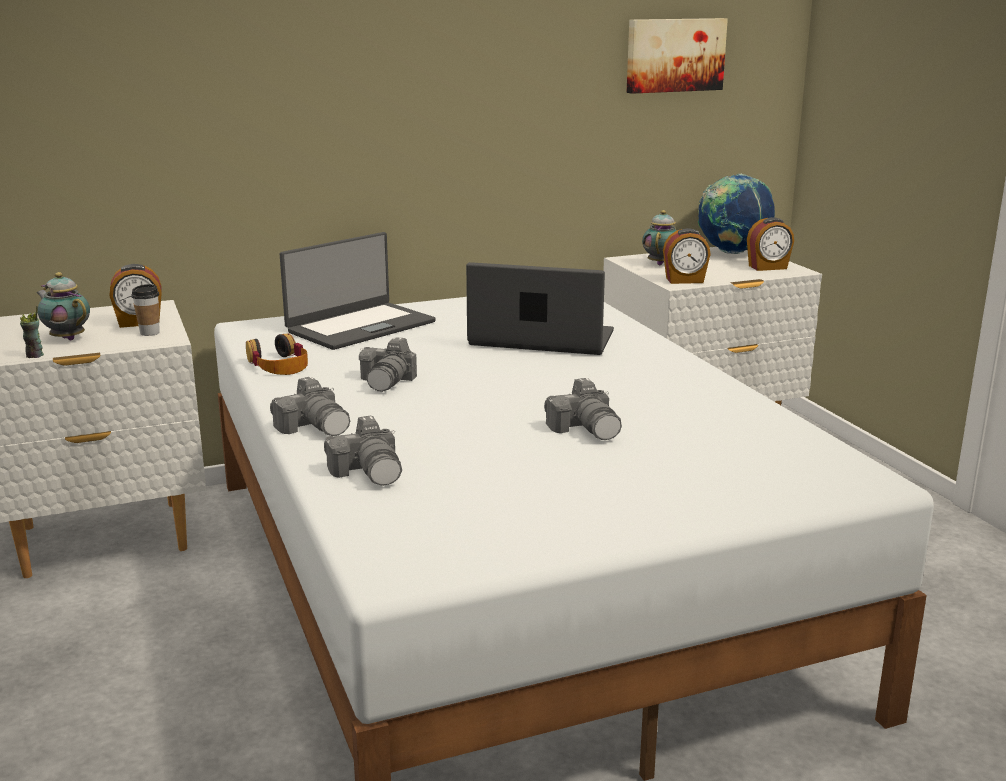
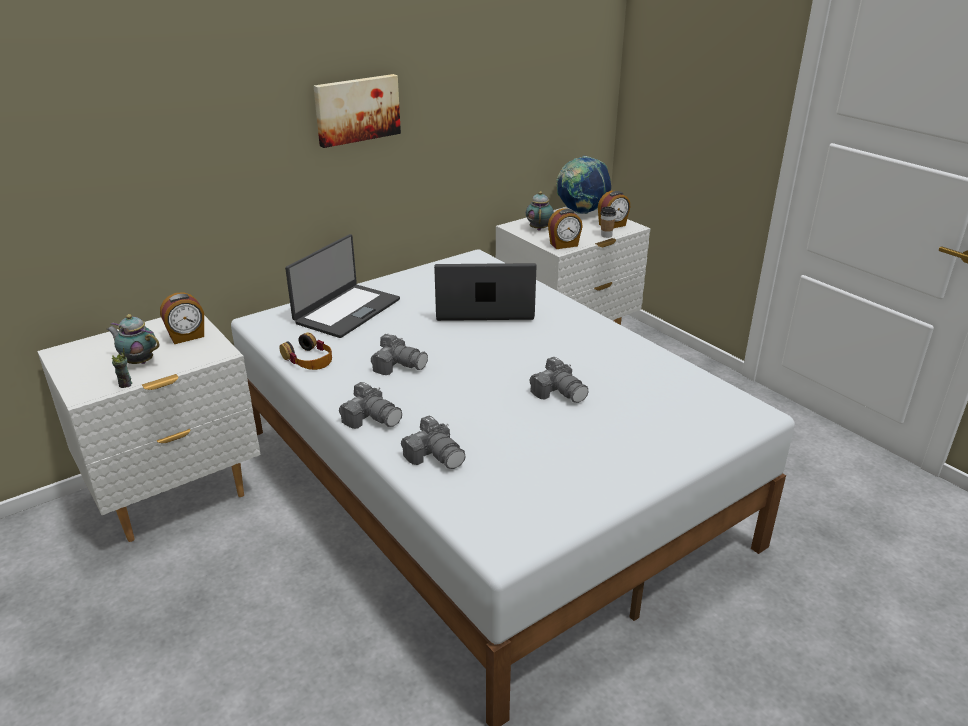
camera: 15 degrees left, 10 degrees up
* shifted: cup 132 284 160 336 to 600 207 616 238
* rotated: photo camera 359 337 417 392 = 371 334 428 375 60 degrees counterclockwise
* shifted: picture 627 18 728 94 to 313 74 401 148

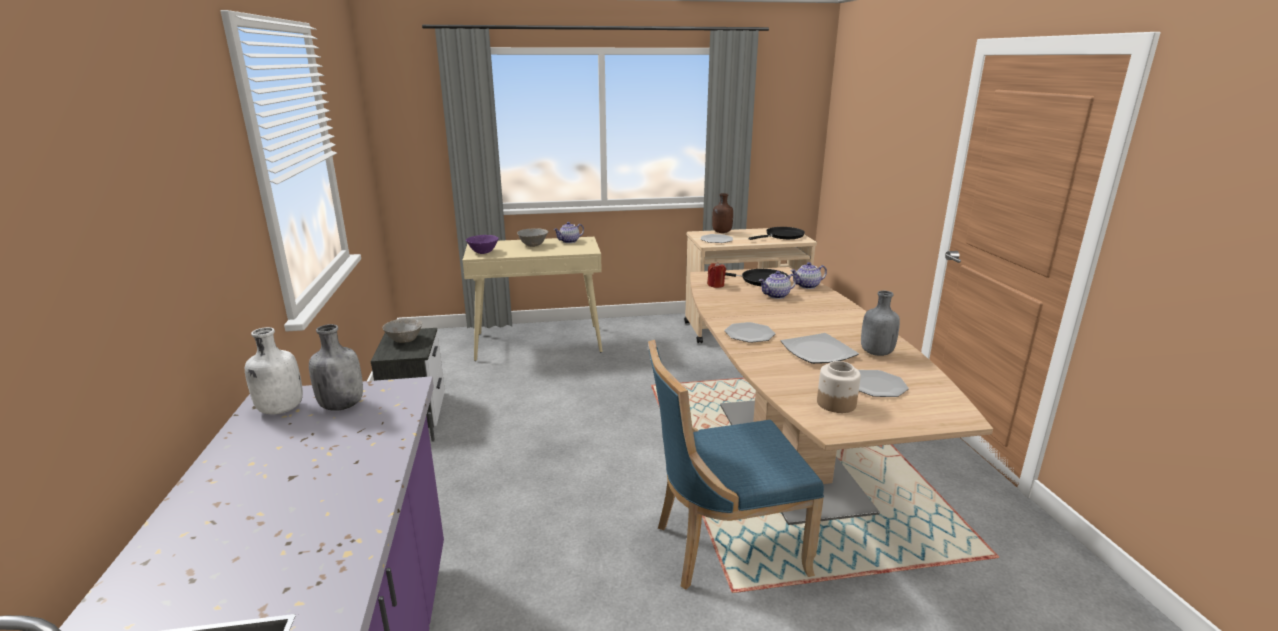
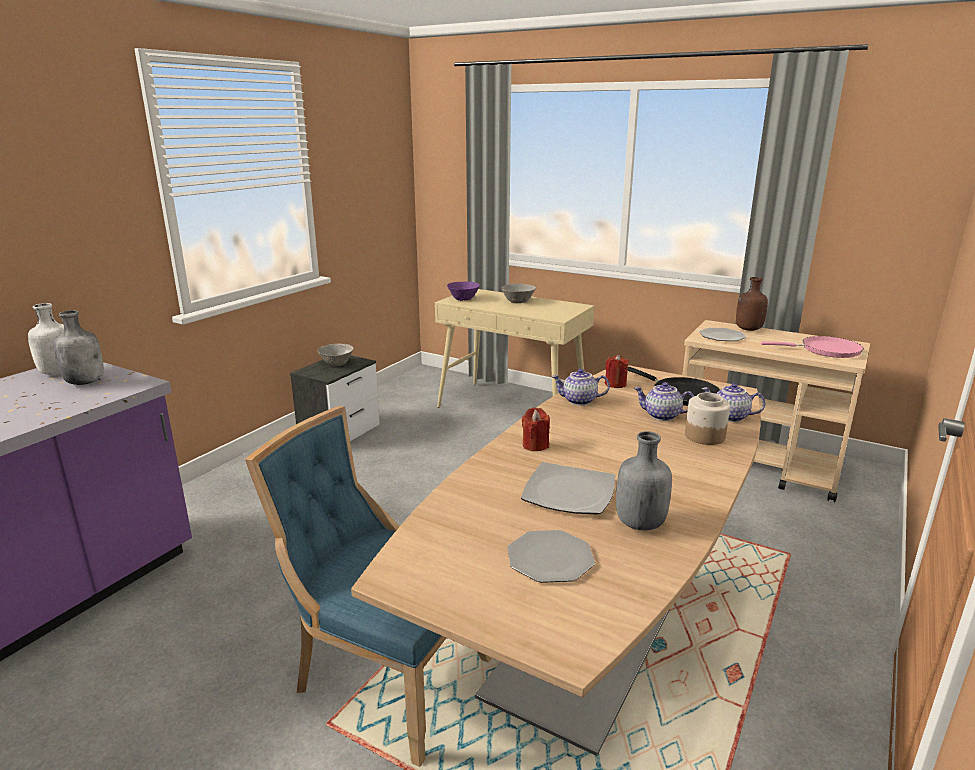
camera: 40 degrees right, 0 degrees up
* shifted: teapot 553 222 584 243 to 552 369 610 406
* swapped: plate 724 322 775 343 to red candle 522 407 550 451
* repainted: black frying pan 749 227 805 240 to pink frying pan 761 336 864 358
* shifted: jar 817 361 861 413 to 685 392 730 445

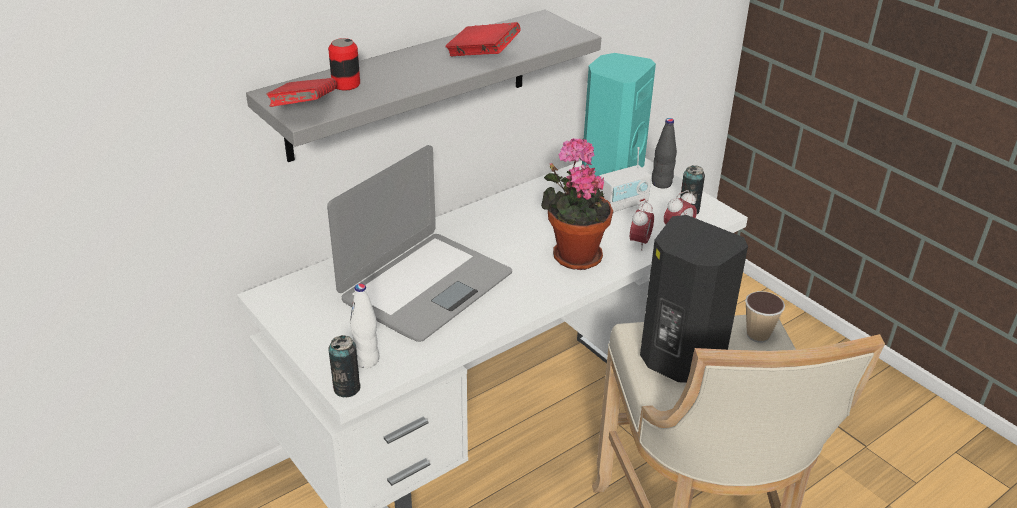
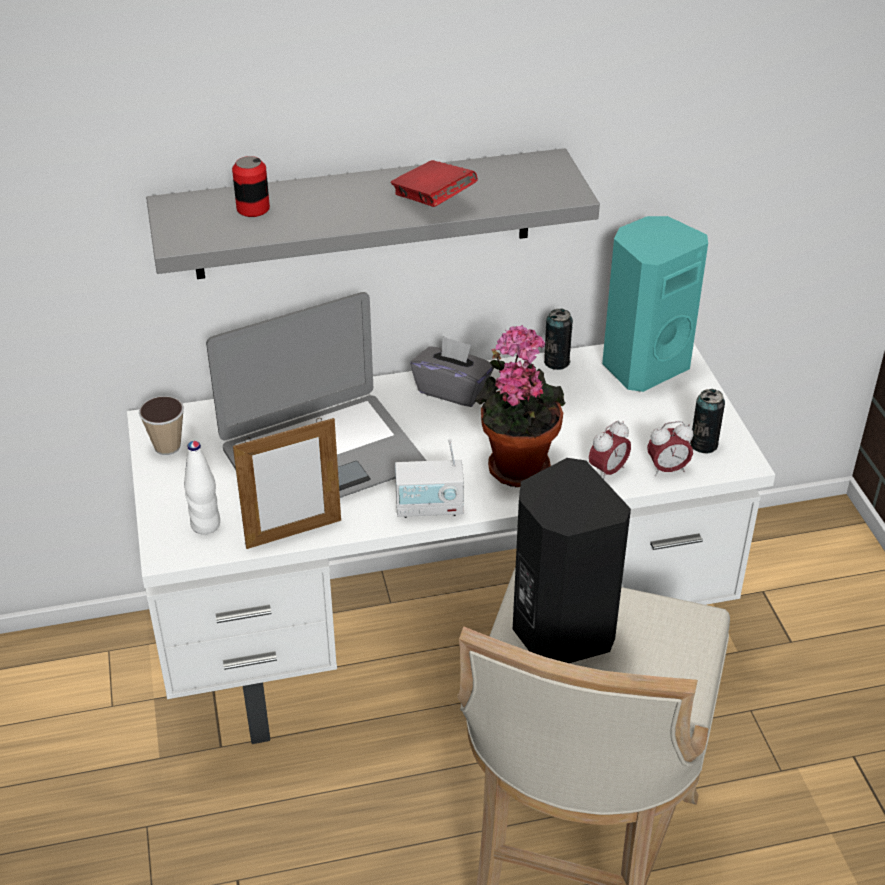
camera: 25 degrees right, 5 degrees up
* gone: red book 266 78 337 107
* shifted: can 328 335 361 397 to 544 309 573 370
* shifted: radio 599 147 652 213 to 395 439 464 518
* gone: black bottle 652 118 677 188
* shifted: cup 745 291 785 343 to 138 396 184 455
* new: picture frame 233 418 341 549
* new: grey tissue box 410 336 494 407

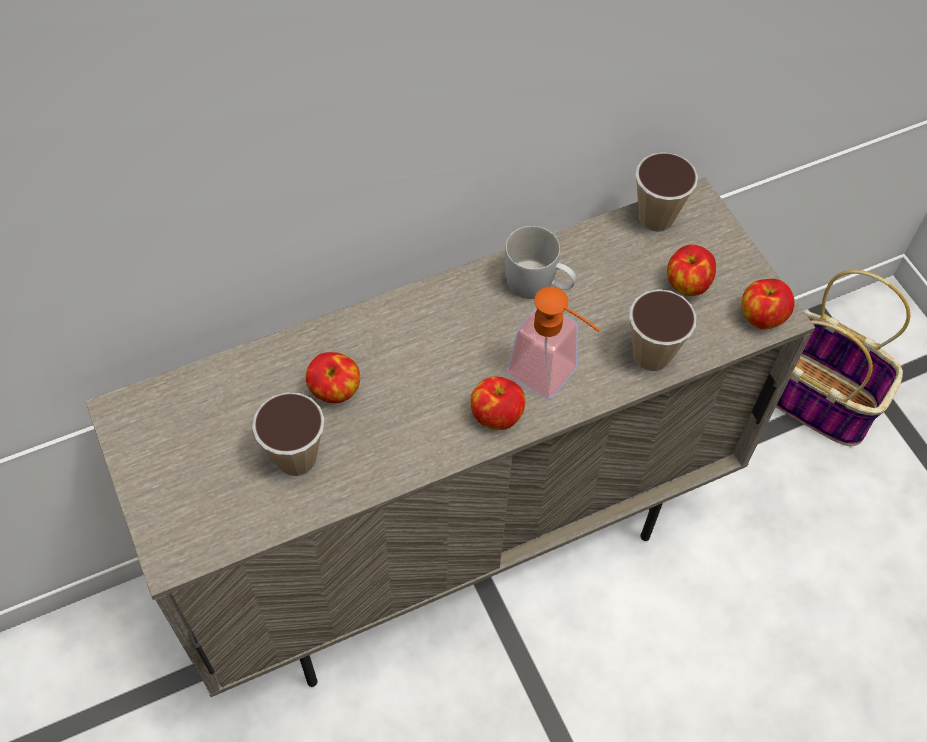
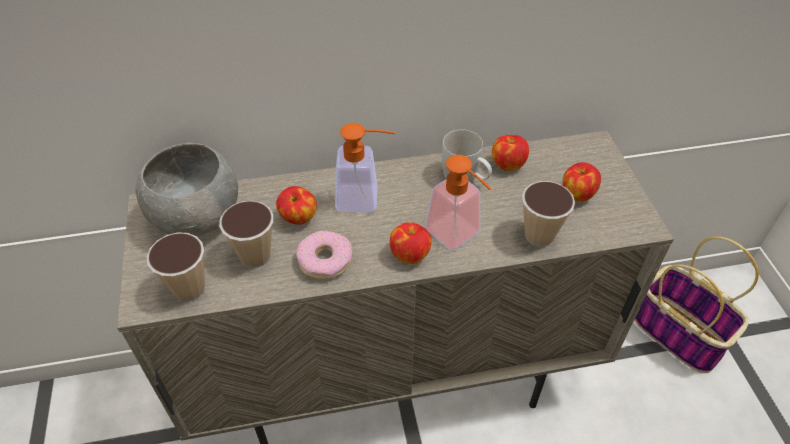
camera: 15 degrees right, 10 degrees down
* shifted: cup 635 152 698 232 to 146 232 205 302
* shifted: apple 742 279 795 329 to 492 135 529 171
* new: grey bowl 135 143 238 236
* new: donut 296 230 352 280
* new: soap dispenser 335 123 396 212

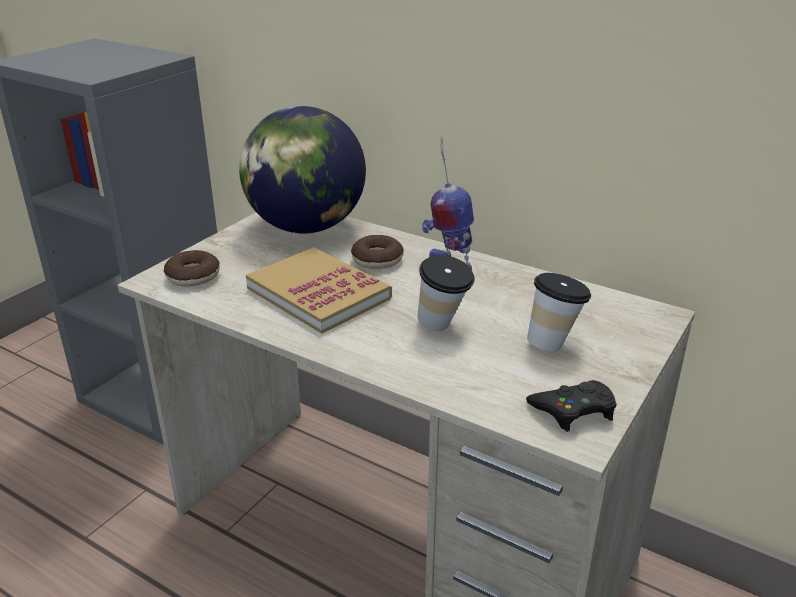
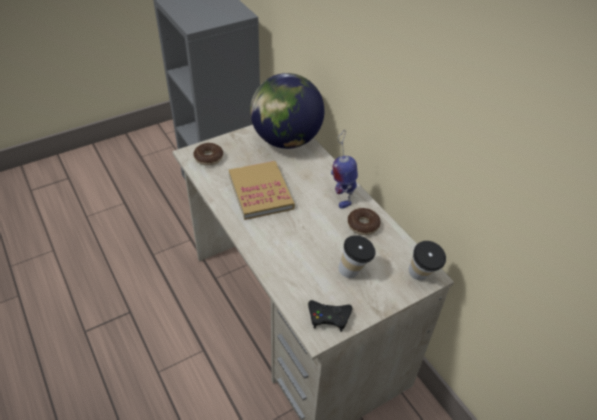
camera: 25 degrees right, 15 degrees up
* shifted: donut 351 235 404 269 to 348 208 381 235
* shifted: cup 417 255 475 331 to 409 241 446 280

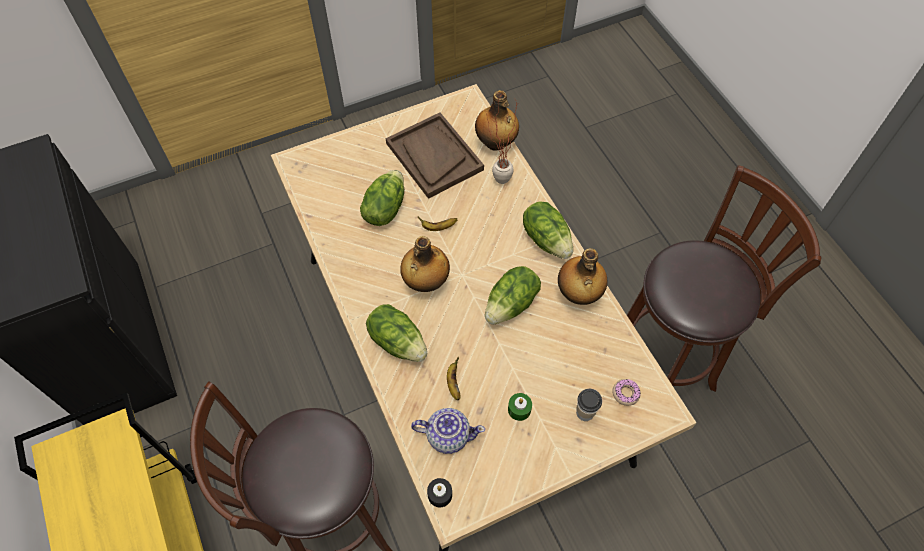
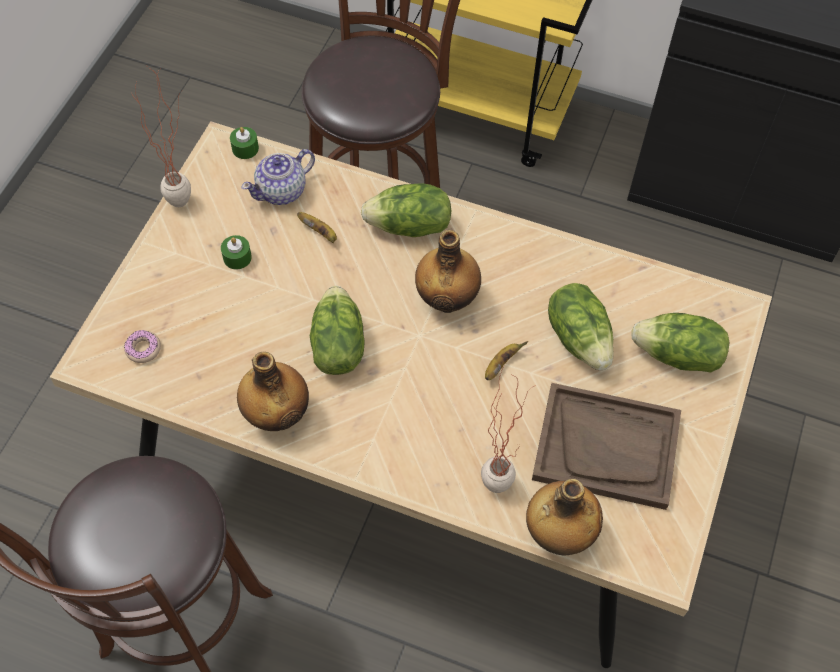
camera: 135 degrees right, 0 degrees up
* repainted: black candle 427 478 452 507 to green candle 230 127 259 159
* shifted: lettuce 523 201 573 259 to 631 313 729 372
* gone: cup 576 389 602 421
* new: potted plant 133 67 191 207

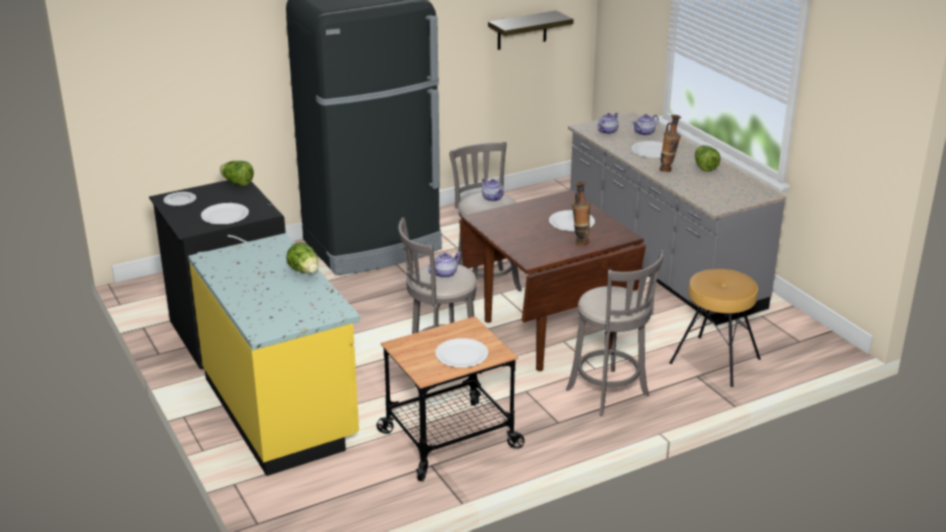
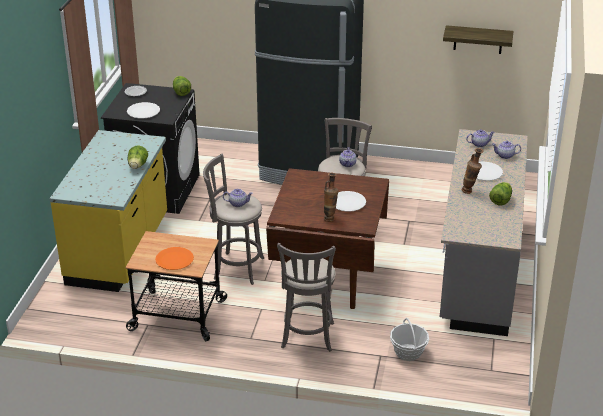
camera: 40 degrees right, 5 degrees up
* repainted: white plate 435 338 488 367 to orange plate 155 247 194 270
* swapped: brown stool 669 269 761 387 to basket 390 318 429 361

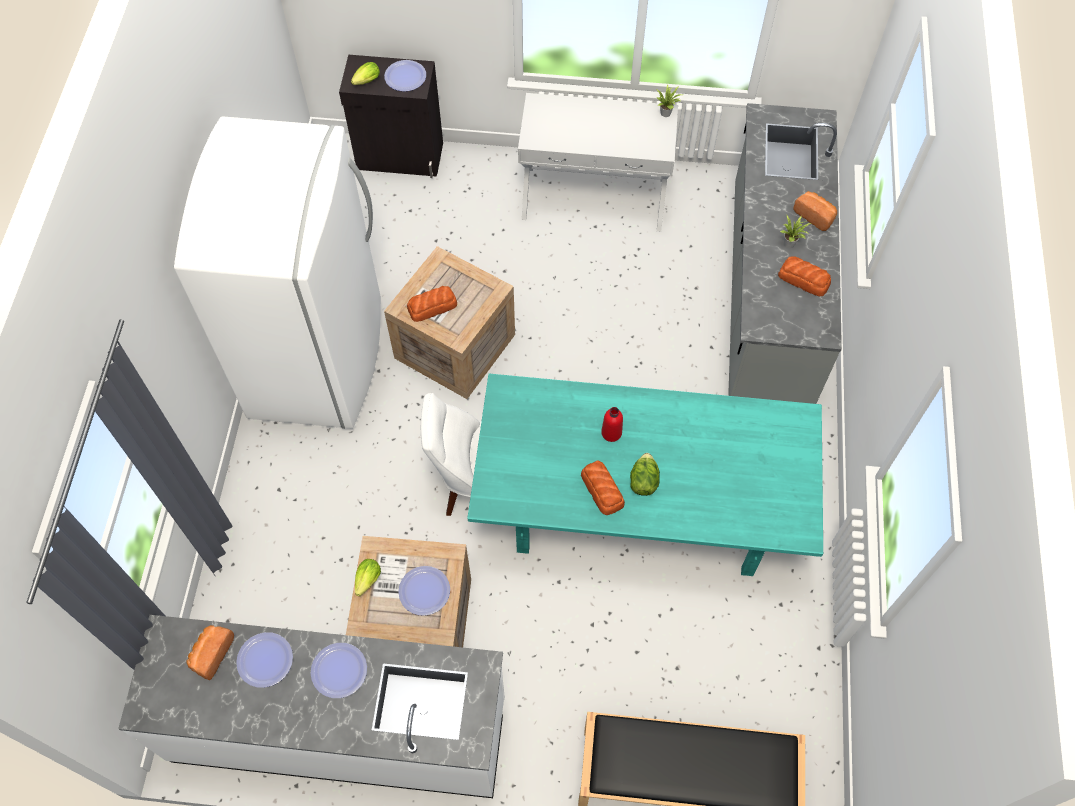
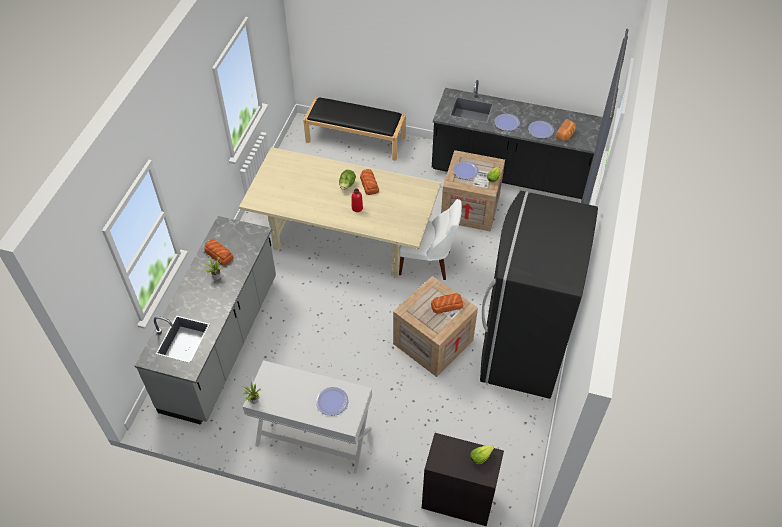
camera: 170 degrees left, 10 degrees down
* repainted: white counter 118 615 505 798 to black counter 432 80 602 199
* repainted: white fridge 174 116 381 429 to black fridge 480 191 598 399
* shifted: plate 384 60 426 91 to 316 387 349 416
* repainted: turquoise dining table 467 374 823 576 to beige dining table 239 147 441 277
* gone: bread 793 191 837 231

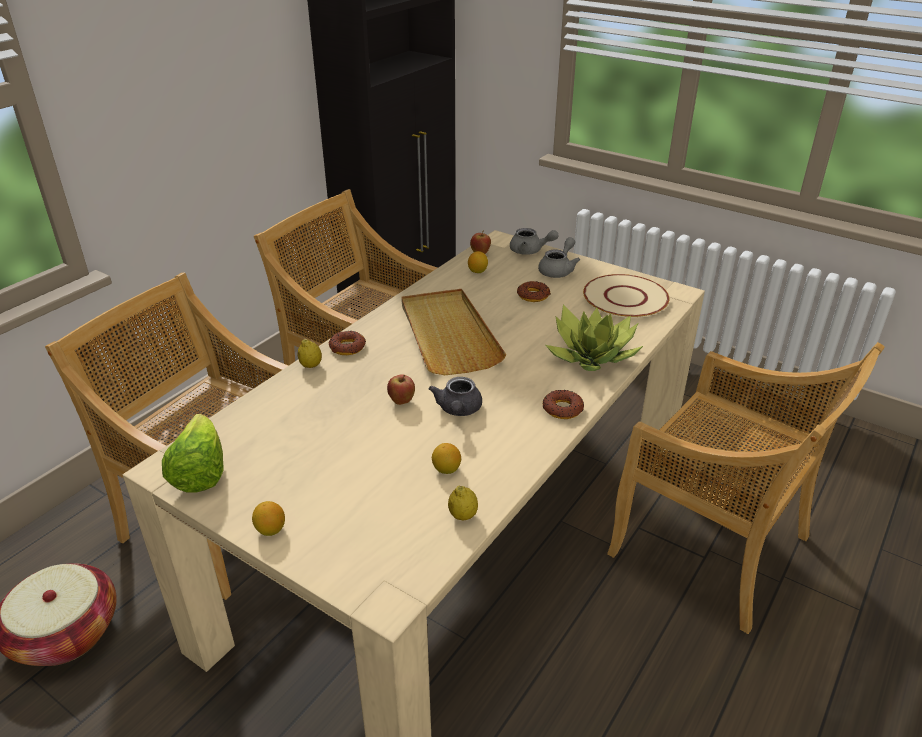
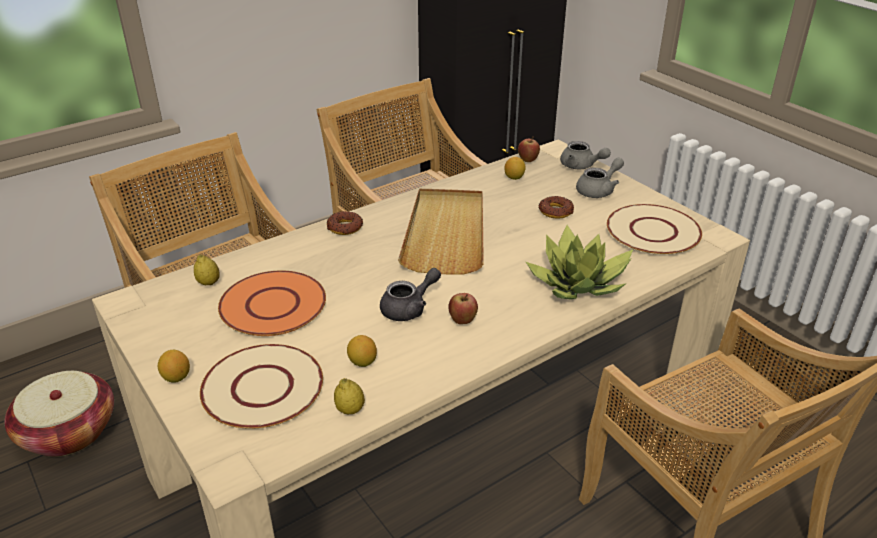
camera: 20 degrees right, 0 degrees up
* gone: lettuce 162 414 224 493
* shifted: lemon 298 339 322 368 to 194 254 220 285
* shifted: apple 387 374 415 405 to 448 293 478 324
* rotated: grey teapot 428 377 482 416 = 380 268 441 321 150 degrees counterclockwise
* gone: donut 543 390 584 419
* new: beige plate 200 344 323 429
* new: orange plate 218 270 326 336

